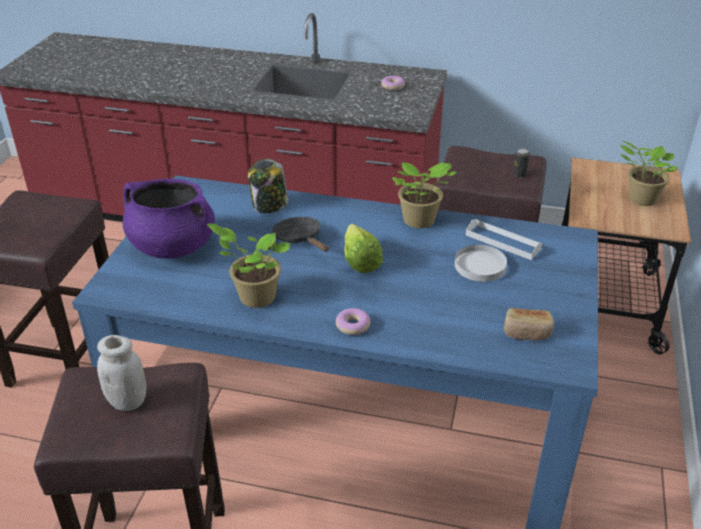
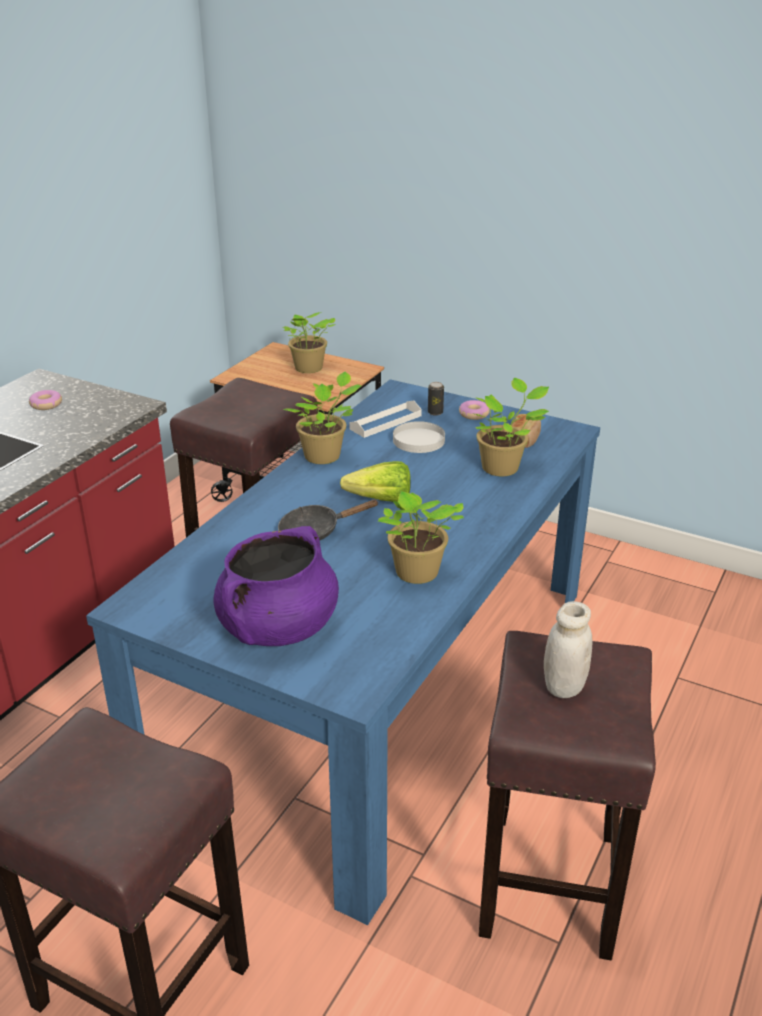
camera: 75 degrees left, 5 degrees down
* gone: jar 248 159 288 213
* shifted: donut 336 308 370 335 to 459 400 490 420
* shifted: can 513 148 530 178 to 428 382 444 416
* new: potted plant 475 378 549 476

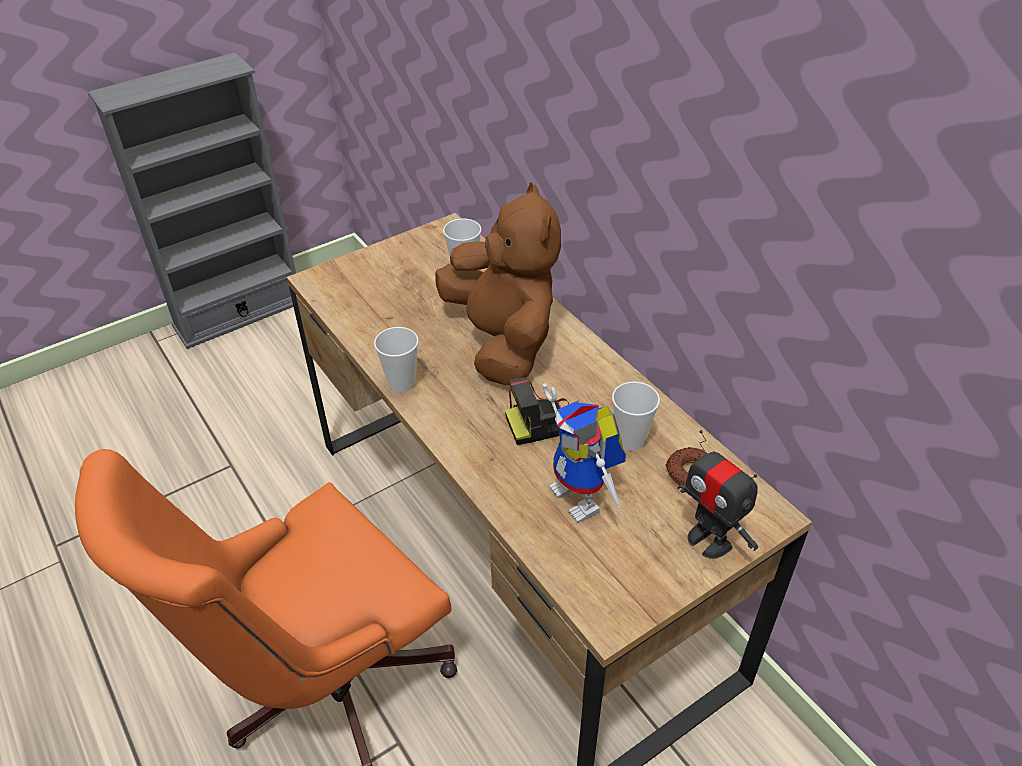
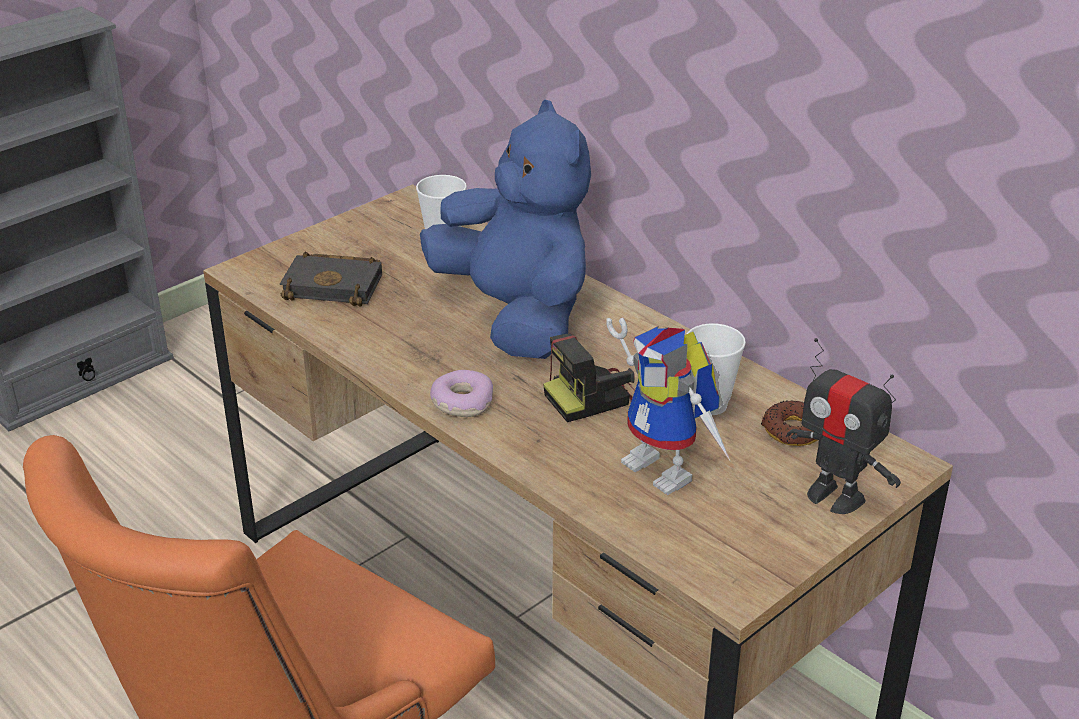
camera: 10 degrees left, 10 degrees down
* gone: cup 374 327 418 392
* repainted: brown plush toy 435 182 561 386 to blue plush toy 420 100 591 359
* new: black book 280 252 382 306
* new: donut 430 370 493 417

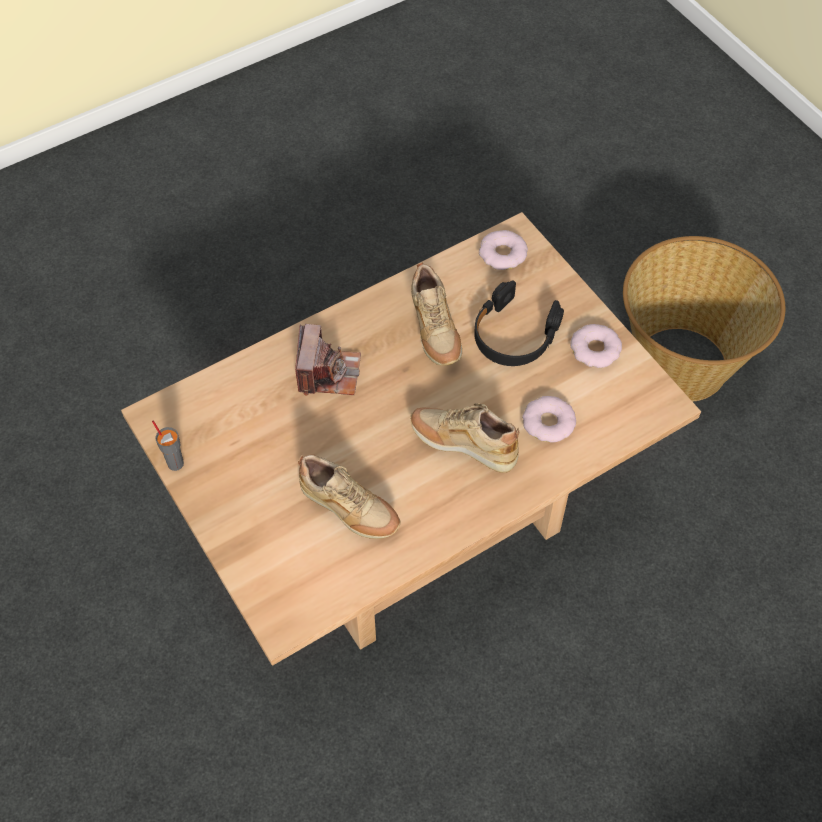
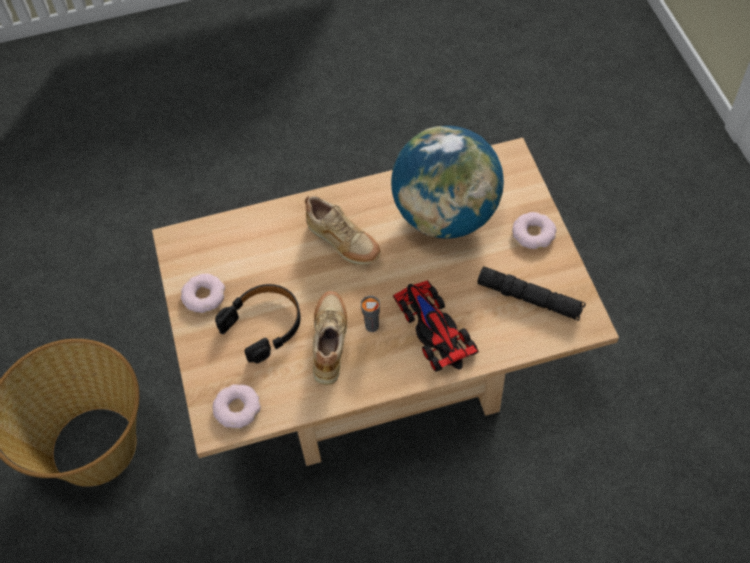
camera: 160 degrees left, 0 degrees up
* shifted: grey cup 152 421 184 471 to 361 296 380 332
* swapped: photo camera 295 324 361 396 to toy car 393 280 479 372
* swapped: beige shoe 298 454 400 539 to globe 391 126 504 239
* shifted: donut 522 396 576 442 to 512 212 557 249
* new: black flashlight 477 267 586 321

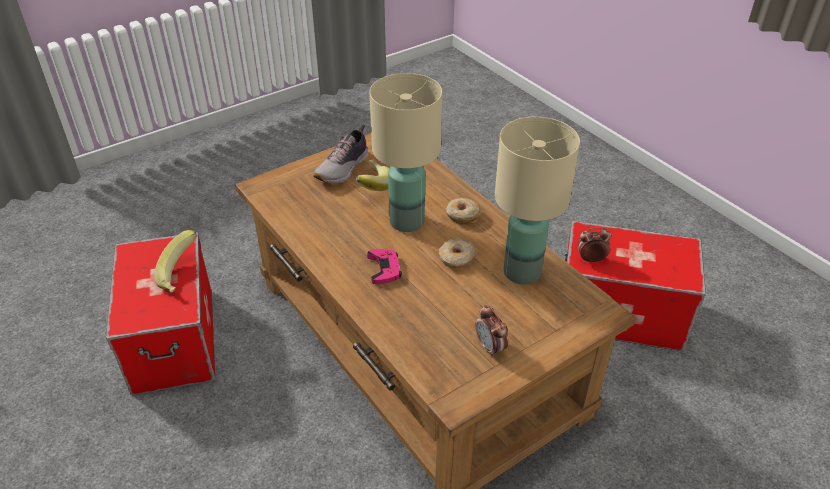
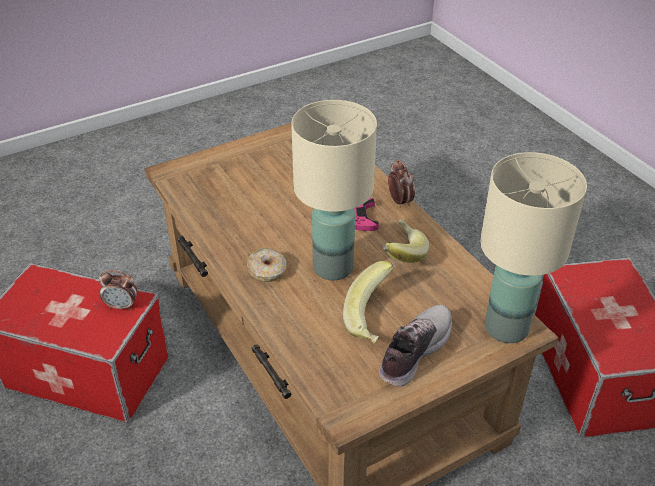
camera: 175 degrees left, 0 degrees up
* shifted: banana 154 230 197 293 to 383 220 430 263
* gone: donut 439 238 476 268
* shifted: alarm clock 476 305 508 358 to 388 160 415 208
* shifted: beige table lamp 495 117 580 285 to 480 152 587 343

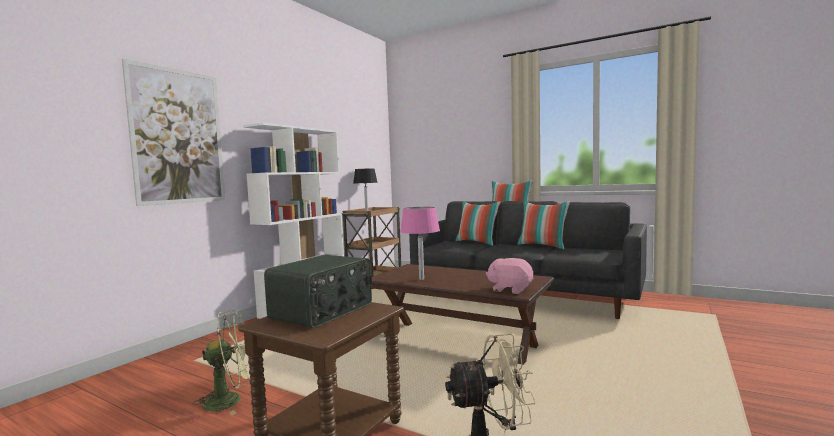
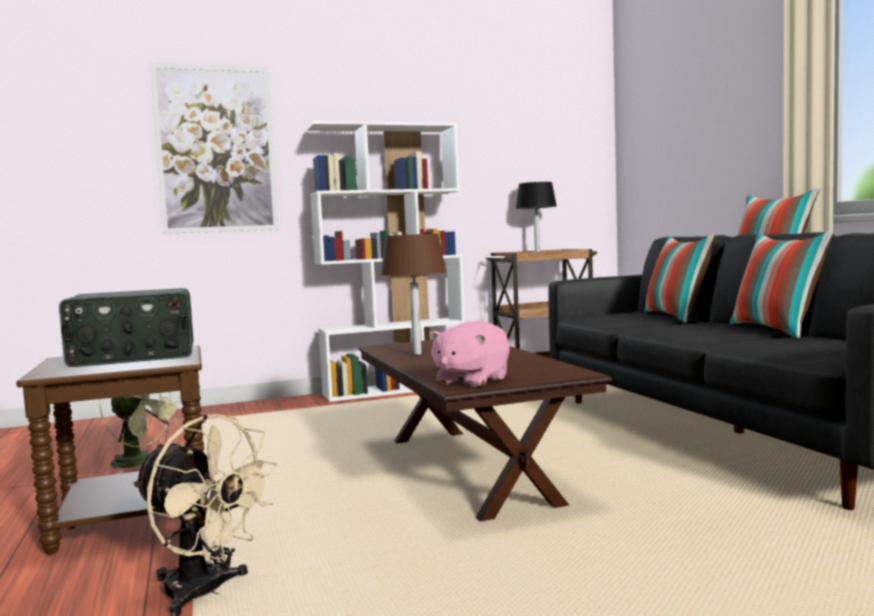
camera: 40 degrees right, 0 degrees up
* repainted: pink table lamp 400 207 440 280 to brown table lamp 381 234 447 355
* rotated: pink plush toy 486 258 534 294 = 429 321 510 387 120 degrees counterclockwise

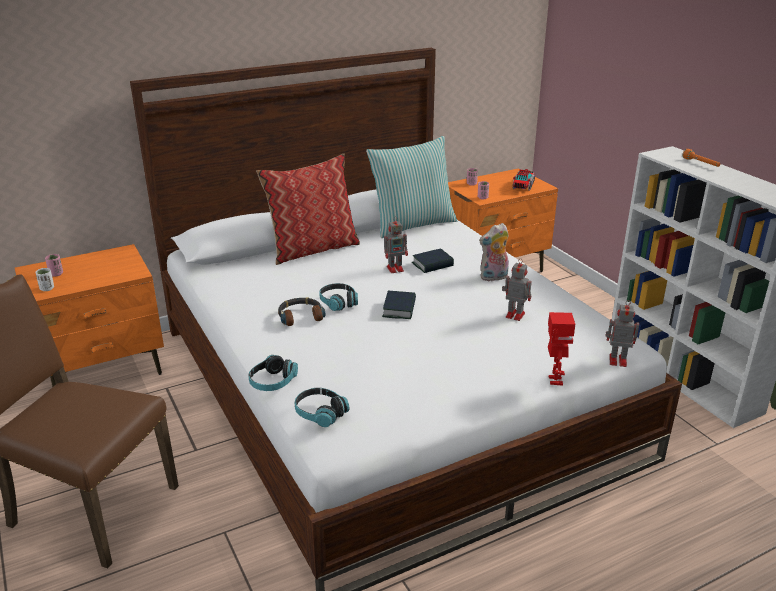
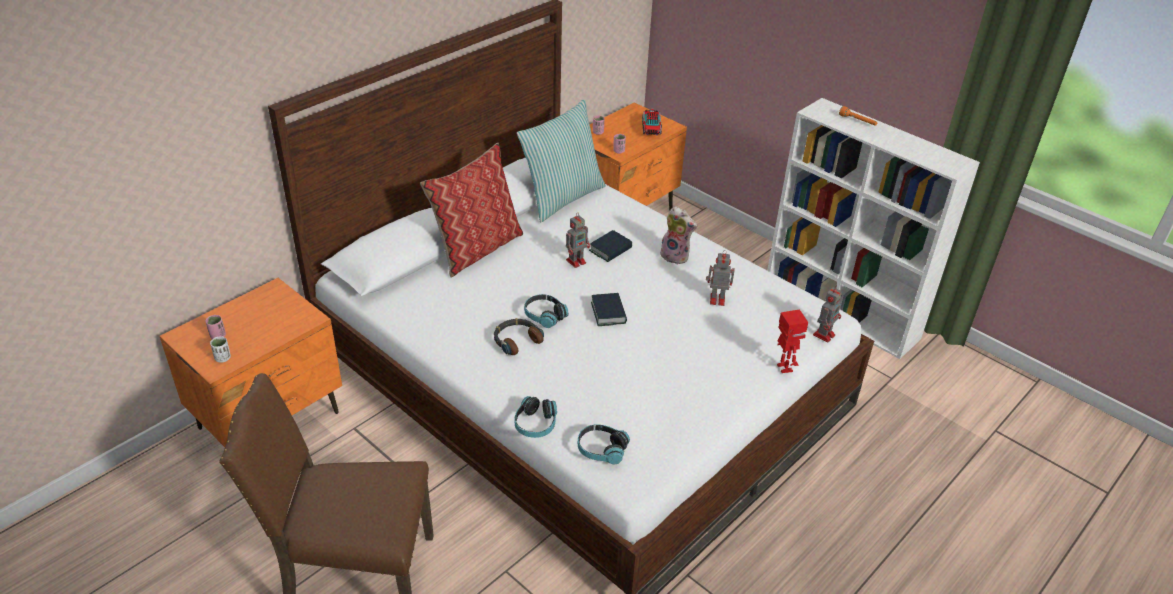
camera: 20 degrees left, 10 degrees up
* rotated: plush toy 479 223 509 282 = 660 206 697 265 105 degrees counterclockwise
* rotated: toy robot 605 300 639 367 = 813 286 842 343 135 degrees clockwise

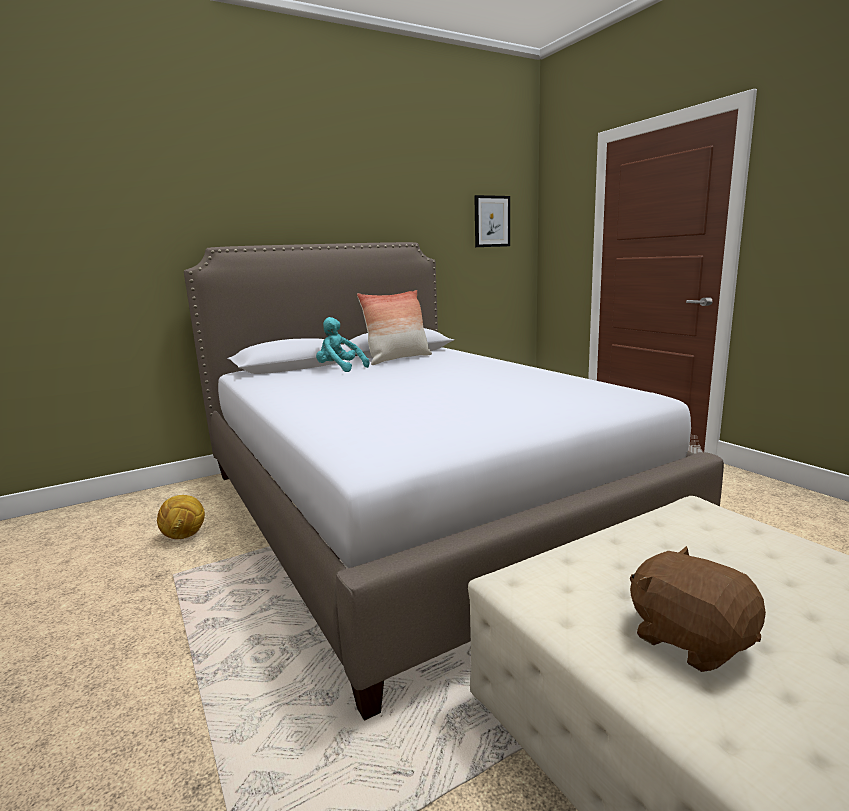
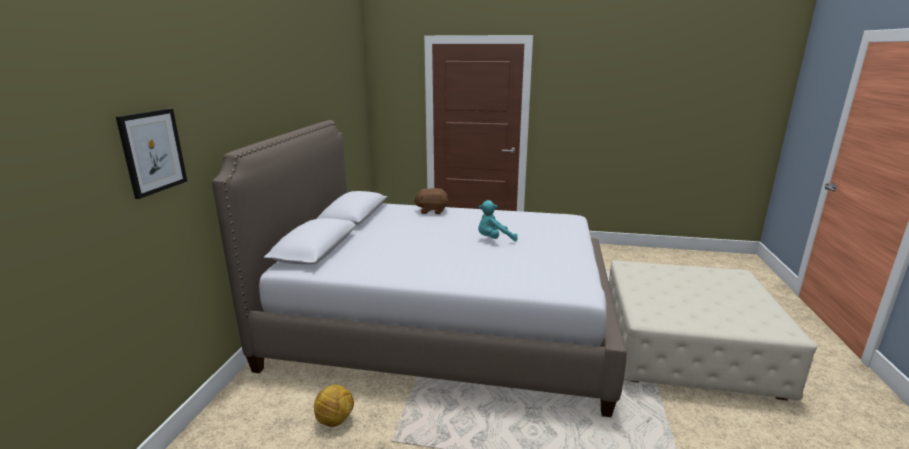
camera: 50 degrees left, 5 degrees up
* shifted: turquoise plush toy 316 317 369 372 to 478 200 518 241
* gone: pillow 357 290 432 365
* shifted: picture 474 195 510 247 to 116 109 187 199
* shifted: brown plush toy 630 546 766 672 to 413 188 449 214

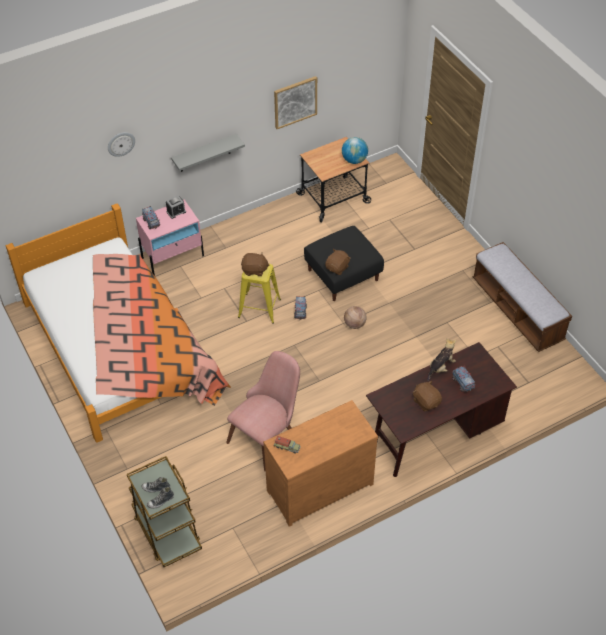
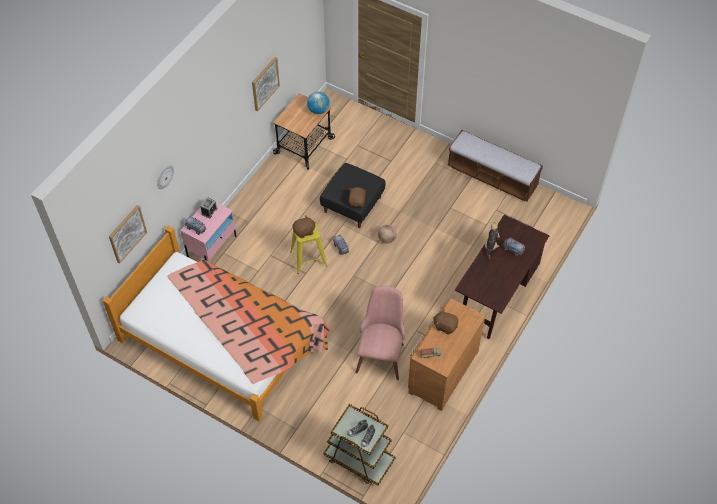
camera: 30 degrees left, 5 degrees up
* gone: grey shelf 171 134 245 172
* shifted: brown plush toy 413 381 442 411 to 433 310 459 334
* new: picture 109 205 147 263

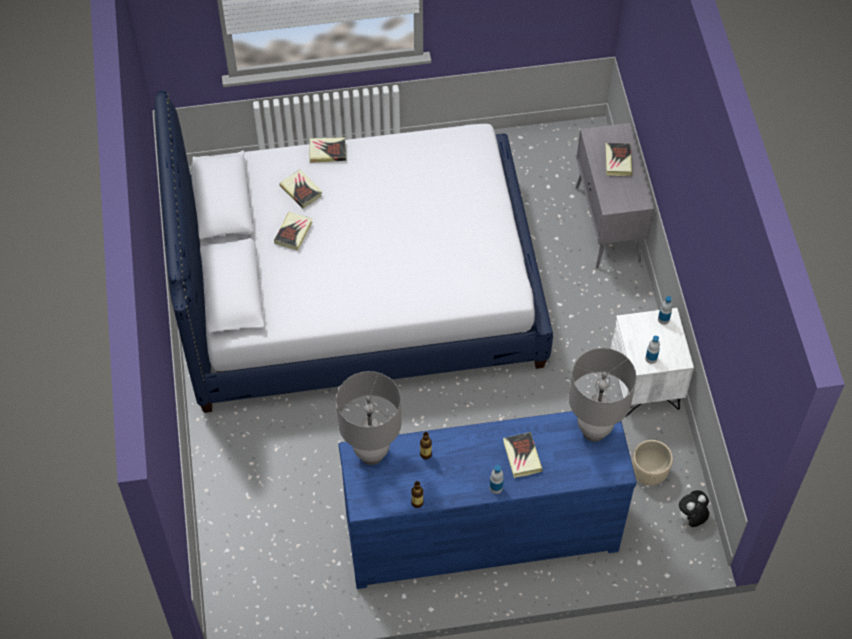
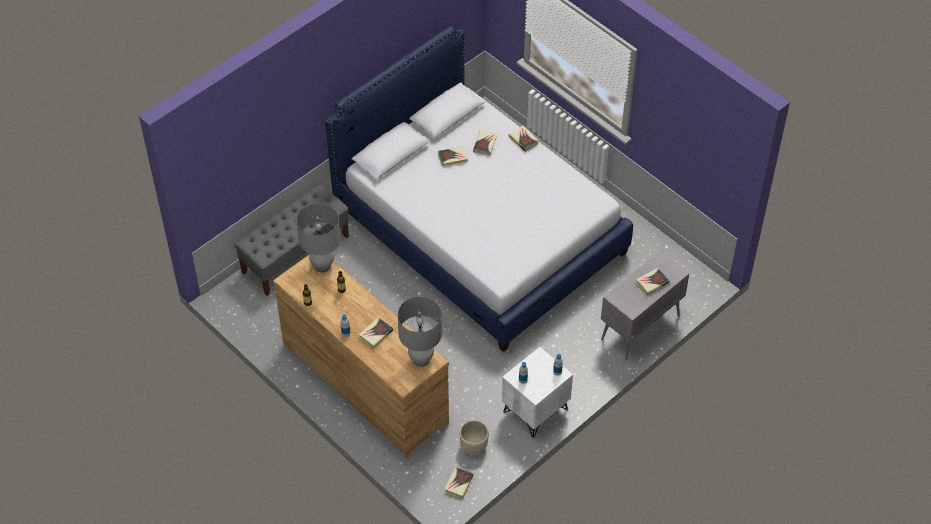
camera: 55 degrees right, 5 degrees down
* repainted: blue dresser 339 411 637 589 to brown dresser 273 255 449 458
* swapped: plush toy 677 490 709 527 to book 444 467 473 499
* new: grey bench 234 184 349 296

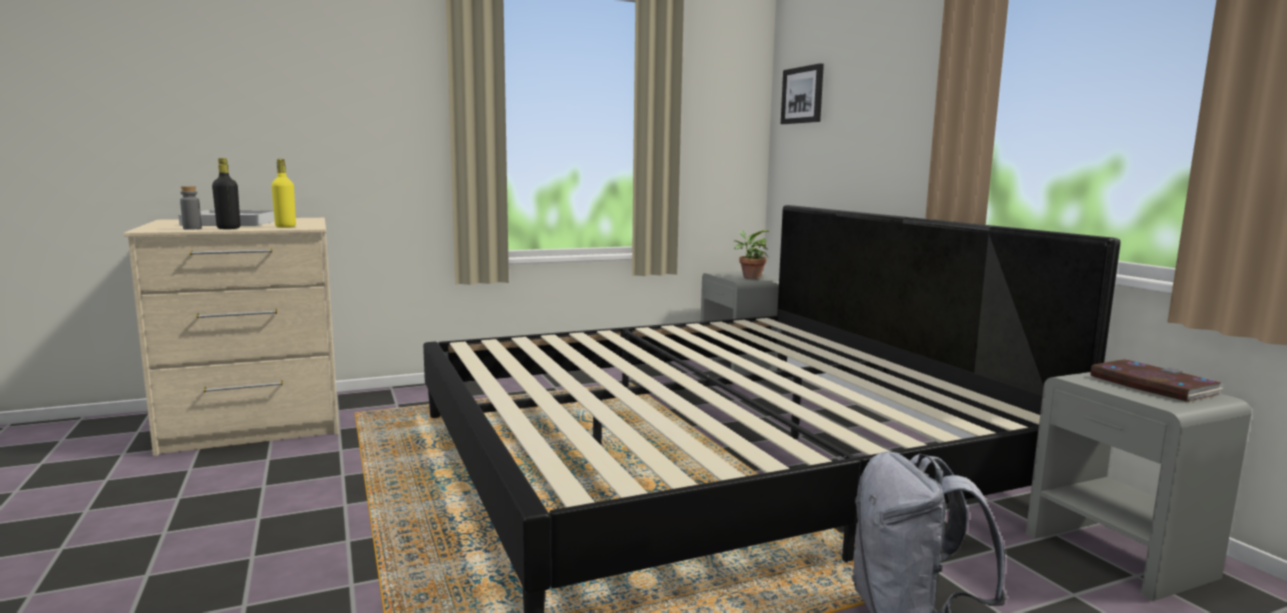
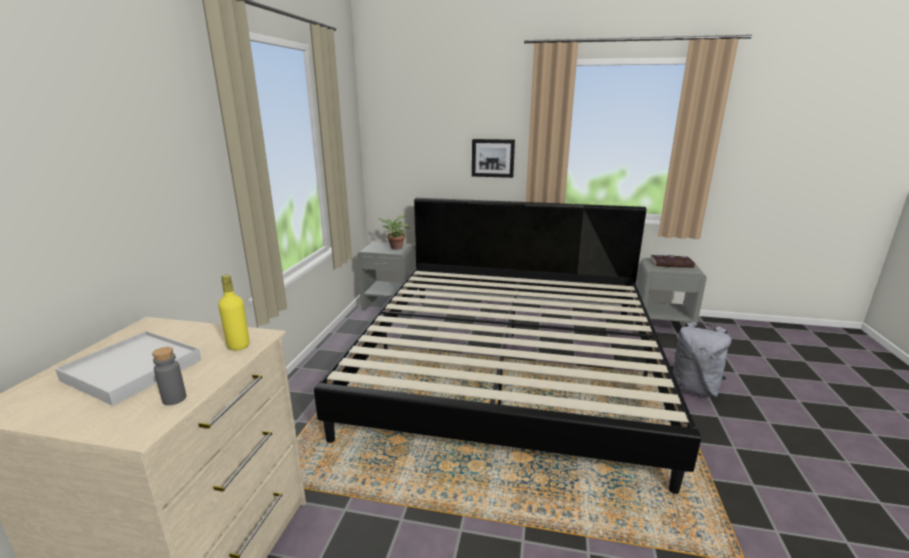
camera: 55 degrees left, 10 degrees up
* gone: black bottle 212 158 240 229
* shifted: picture 781 63 824 124 to 472 139 515 178

